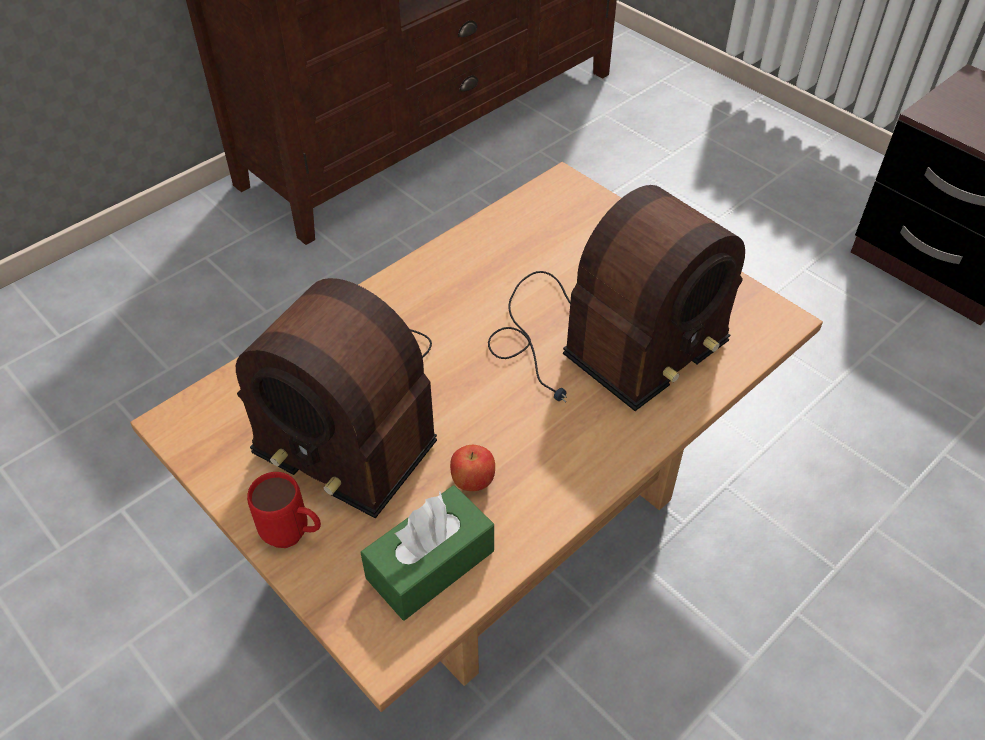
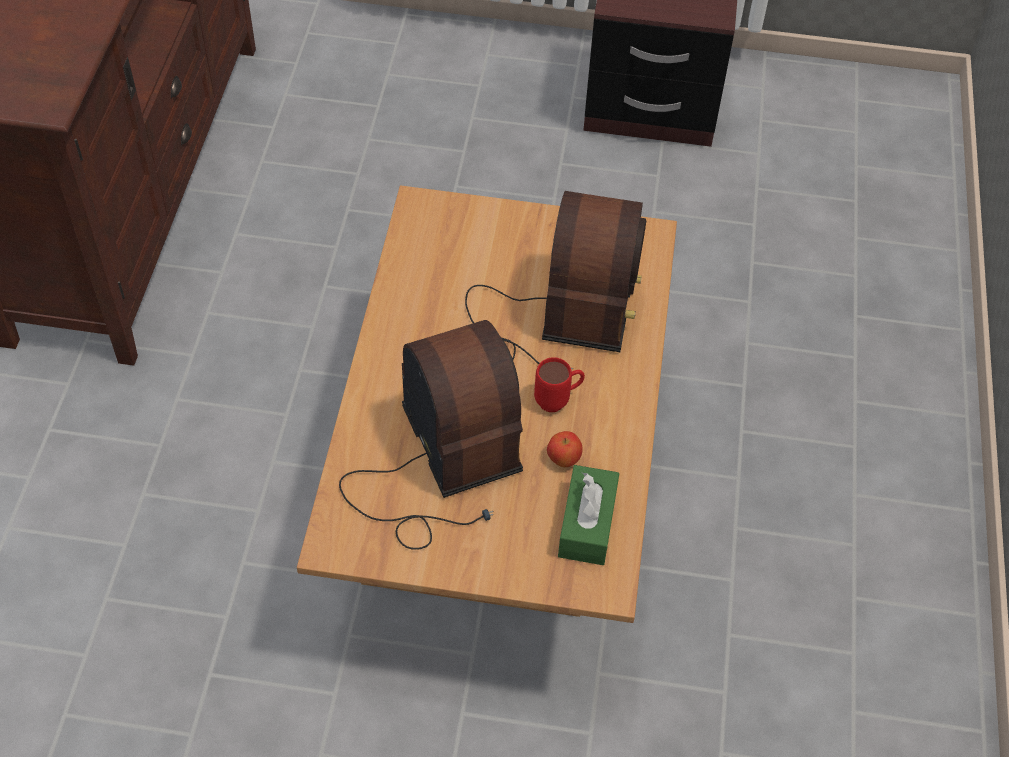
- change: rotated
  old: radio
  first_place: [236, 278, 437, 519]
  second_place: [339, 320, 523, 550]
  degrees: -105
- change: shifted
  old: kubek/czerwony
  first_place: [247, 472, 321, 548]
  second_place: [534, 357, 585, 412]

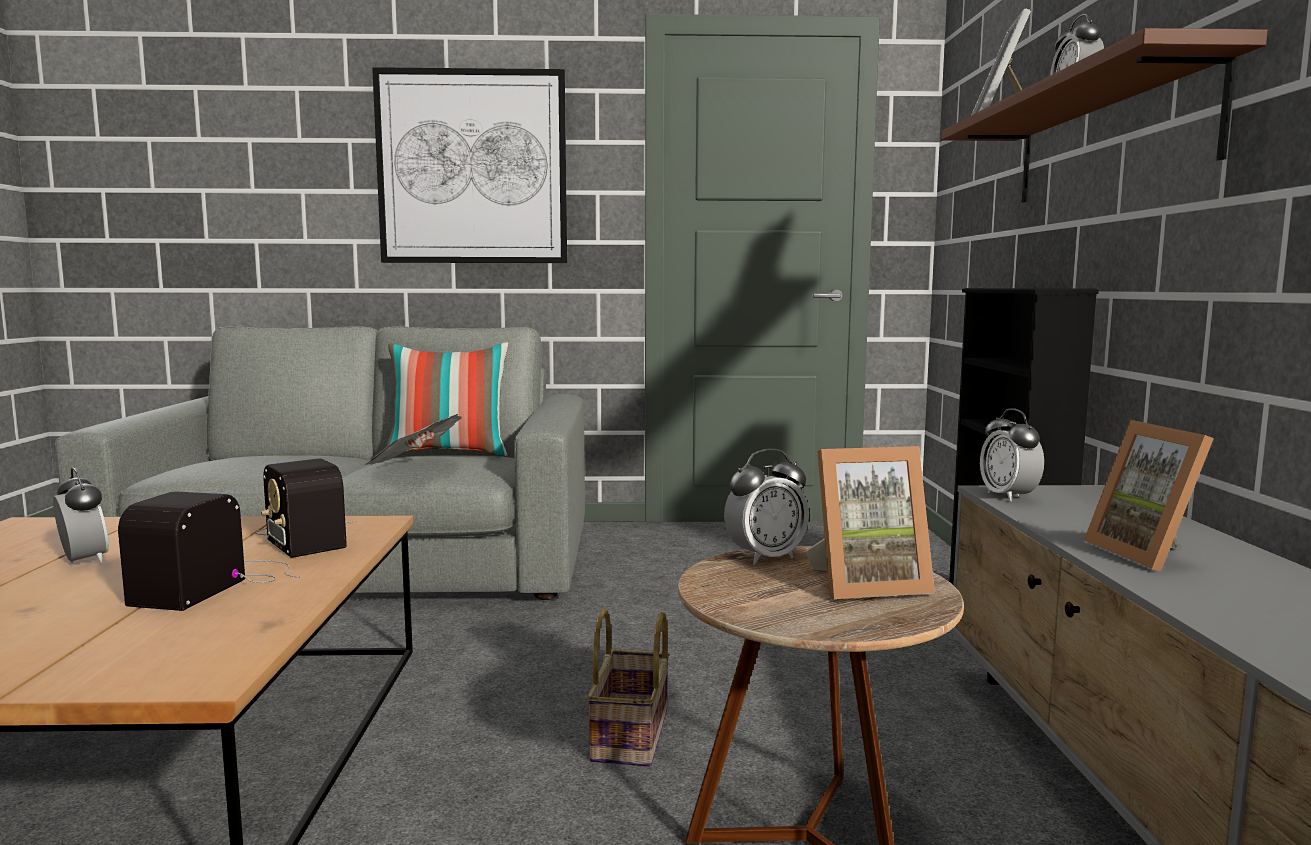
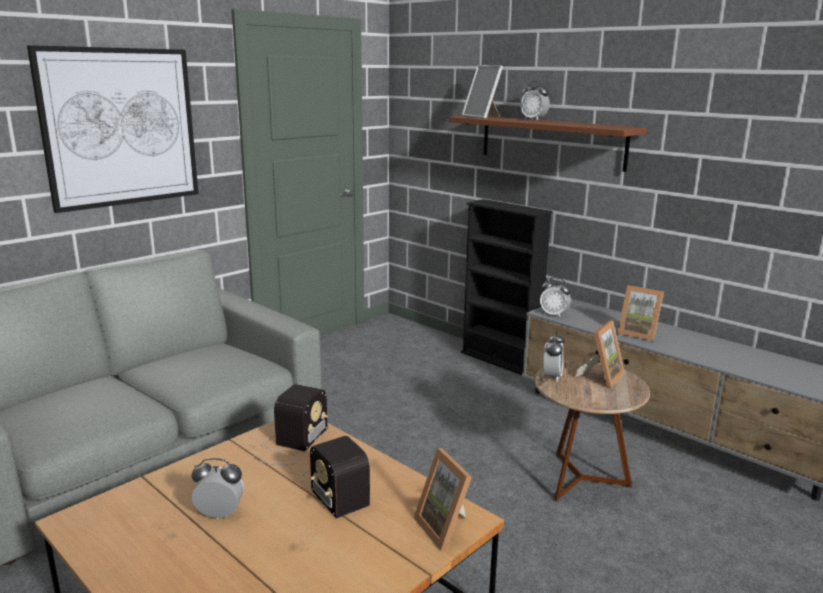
- change: gone
  old: poduszka
  first_place: [386, 342, 508, 456]
- change: gone
  old: gazeta
  first_place: [366, 414, 462, 465]
- change: rotated
  old: radio
  first_place: [256, 458, 356, 558]
  second_place: [248, 384, 328, 465]
  degrees: -75
- change: gone
  old: koszyk
  first_place: [587, 609, 669, 767]
- change: new
  new: ramka na zdjęcie
  second_place: [414, 448, 472, 551]

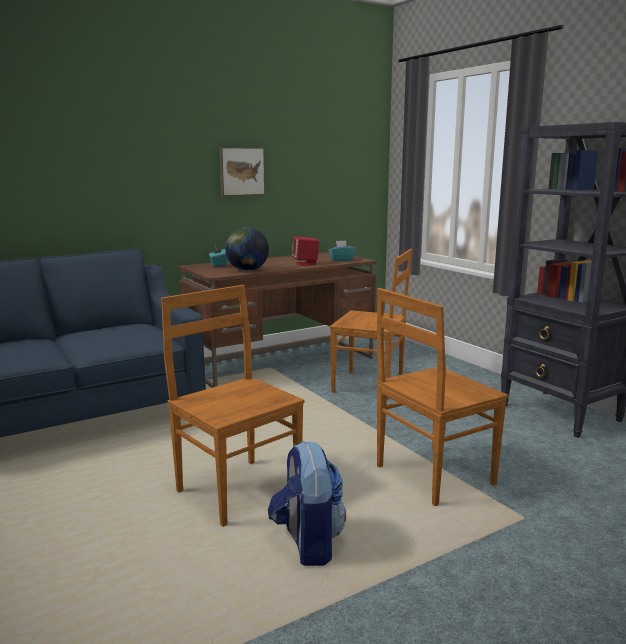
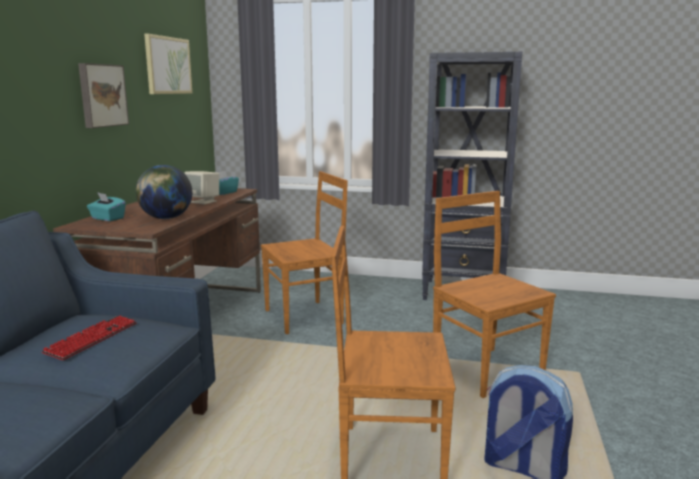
- change: repainted
  old: głośnik/czerwony
  new: głośnik/beżowy
  first_place: [292, 236, 319, 266]
  second_place: [184, 171, 219, 205]
- change: rotated
  old: krzesło/brązowy
  first_place: [377, 288, 508, 506]
  second_place: [433, 191, 556, 398]
  degrees: 135
- change: new
  new: obraz
  second_place: [144, 34, 192, 94]
- change: new
  new: klawiatura
  second_place: [42, 316, 137, 360]

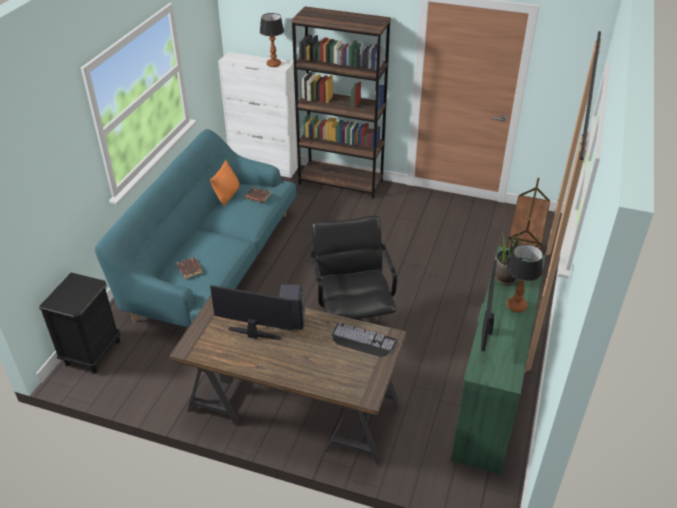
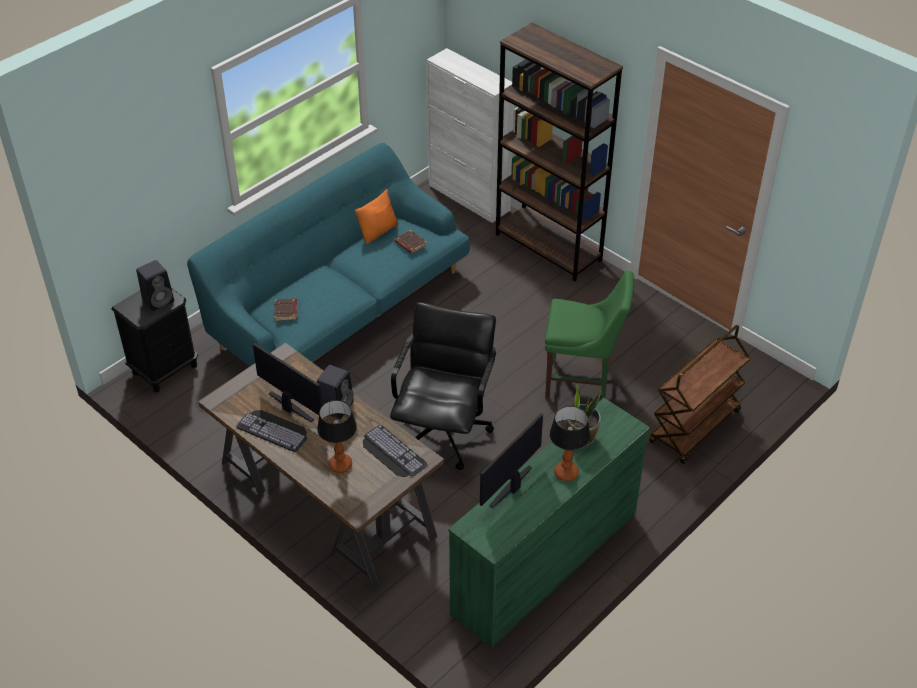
- change: shifted
  old: lampa stołowa
  first_place: [260, 13, 284, 67]
  second_place: [317, 400, 357, 473]
- change: new
  new: głośnik/czarny
  second_place: [136, 260, 174, 311]
- change: new
  new: krzesło/zielony
  second_place: [545, 271, 634, 399]
- change: new
  new: klawiatura
  second_place: [236, 410, 307, 452]

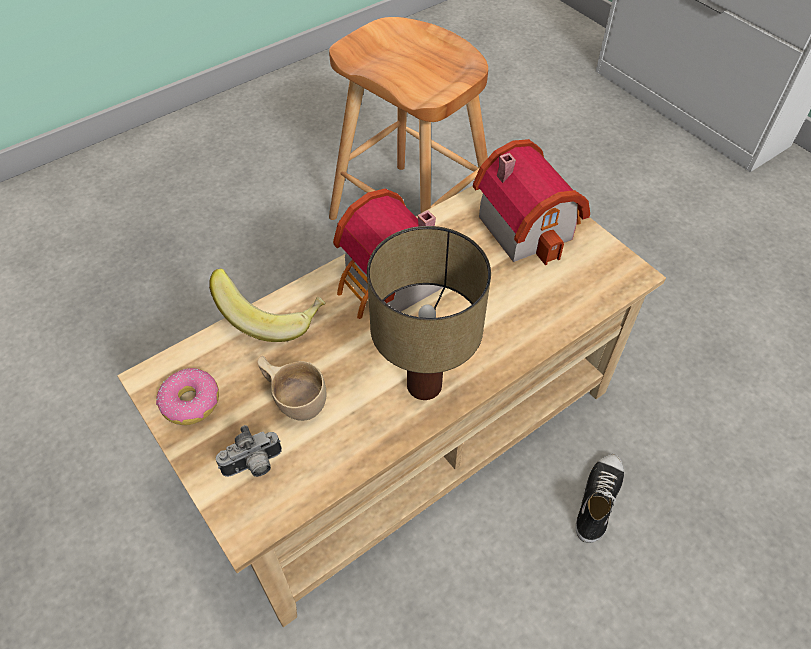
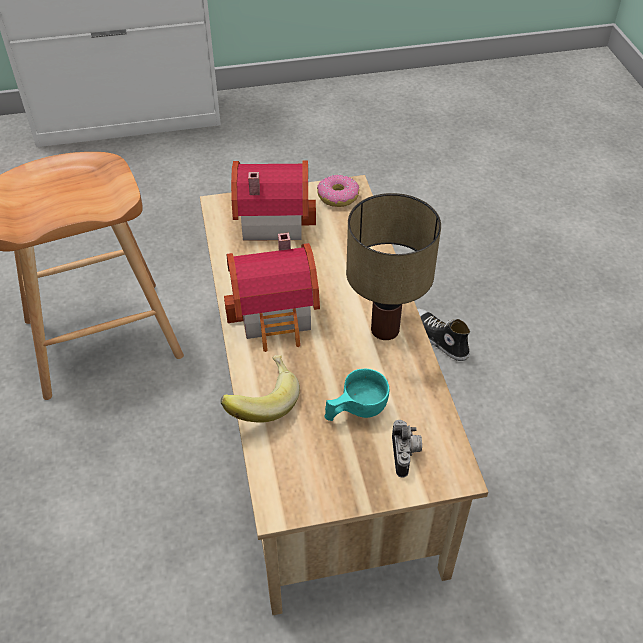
- change: repainted
  old: filiżanka/beżowy
  new: filiżanka/turkusowy
  first_place: [257, 356, 327, 421]
  second_place: [324, 369, 389, 421]
- change: shifted
  old: donut
  first_place: [156, 368, 219, 425]
  second_place: [317, 175, 359, 207]

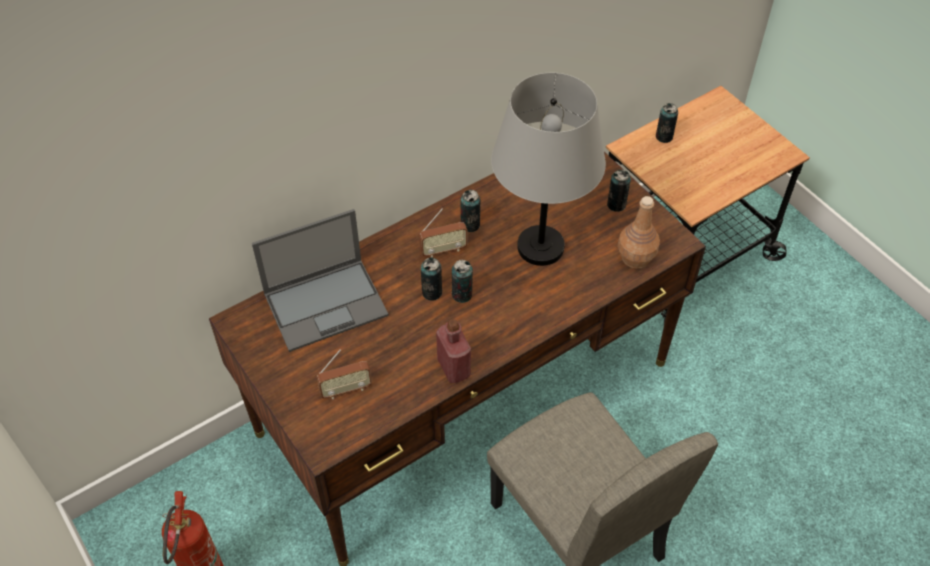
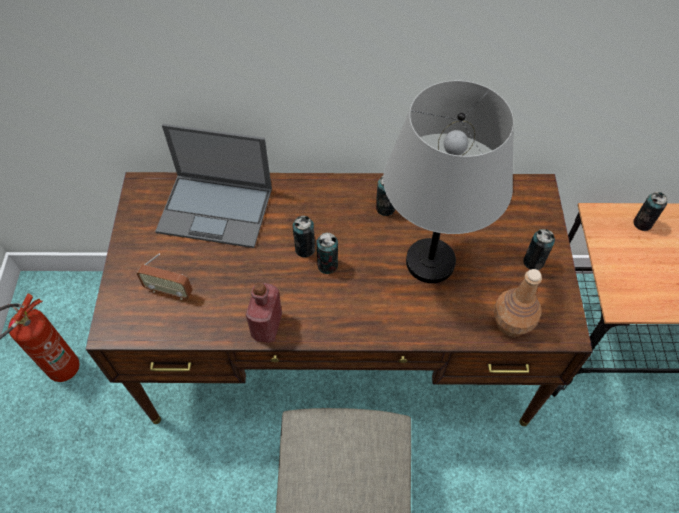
- change: gone
  old: radio
  first_place: [419, 208, 468, 258]

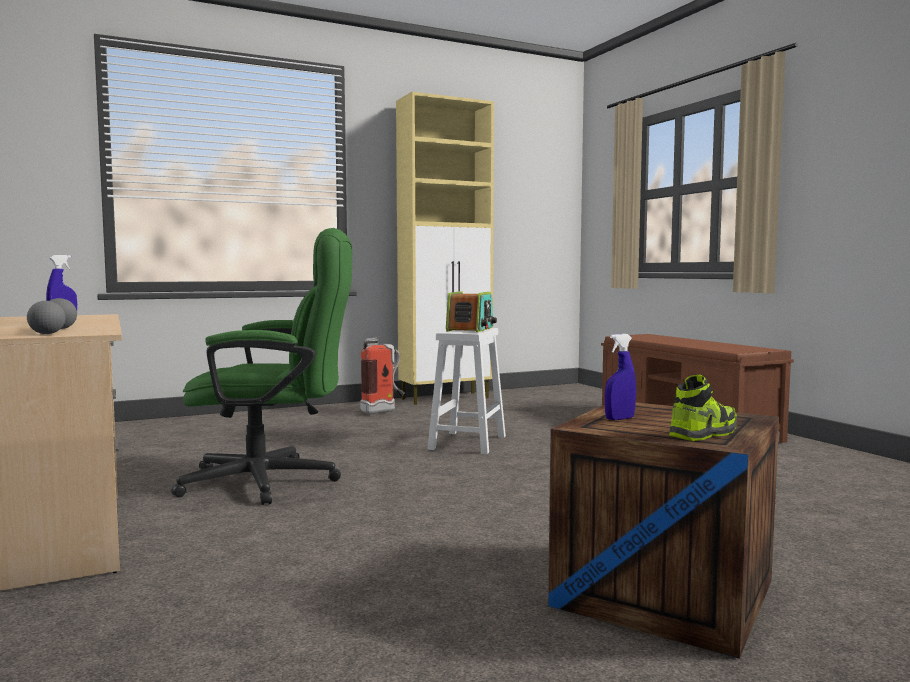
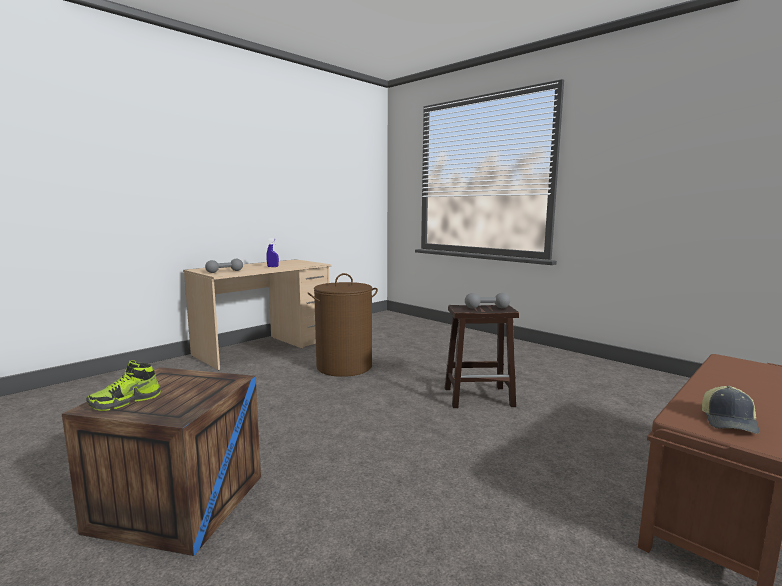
- change: gone
  old: szafka/beżowy
  first_place: [396, 92, 494, 405]
- change: swapped
  old: krzesło biurowe/zielony
  new: kosz na pranie/brązowy
  first_place: [171, 228, 352, 505]
  second_place: [308, 273, 378, 377]
- change: swapped
  old: radio
  new: hantel/szary
  first_place: [446, 291, 497, 332]
  second_place: [465, 293, 510, 309]
- change: repainted
  old: stołek/biały
  new: stołek/brązowy
  first_place: [428, 328, 506, 454]
  second_place: [445, 305, 519, 408]
- change: gone
  old: spryskiwacz/niebieski
  first_place: [605, 334, 636, 420]
- change: gone
  old: gaśnica
  first_place: [360, 336, 405, 414]
- change: rotated
  old: but
  first_place: [669, 375, 737, 441]
  second_place: [86, 360, 161, 411]
  degrees: 105
- change: new
  new: czapka z daszkiem
  second_place: [702, 386, 759, 434]

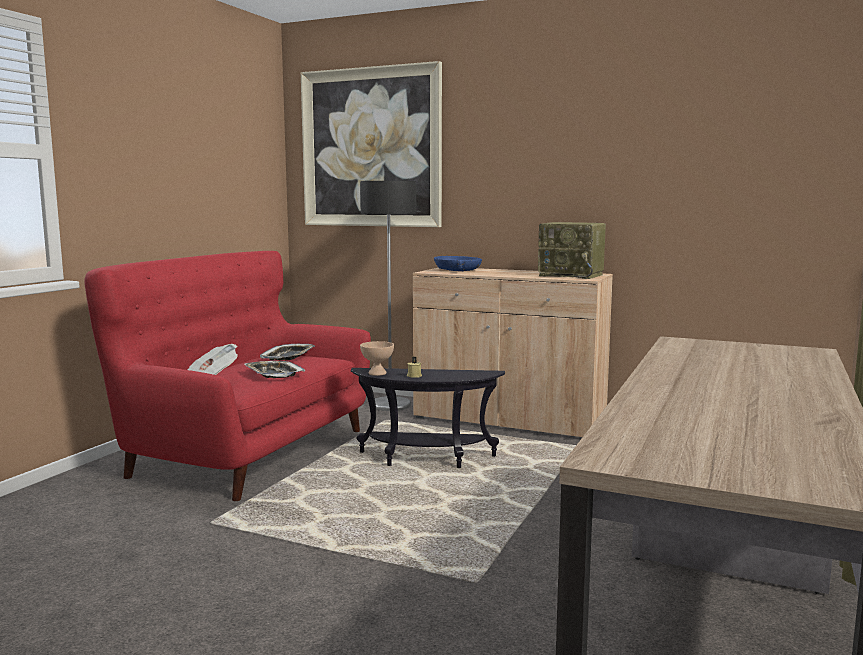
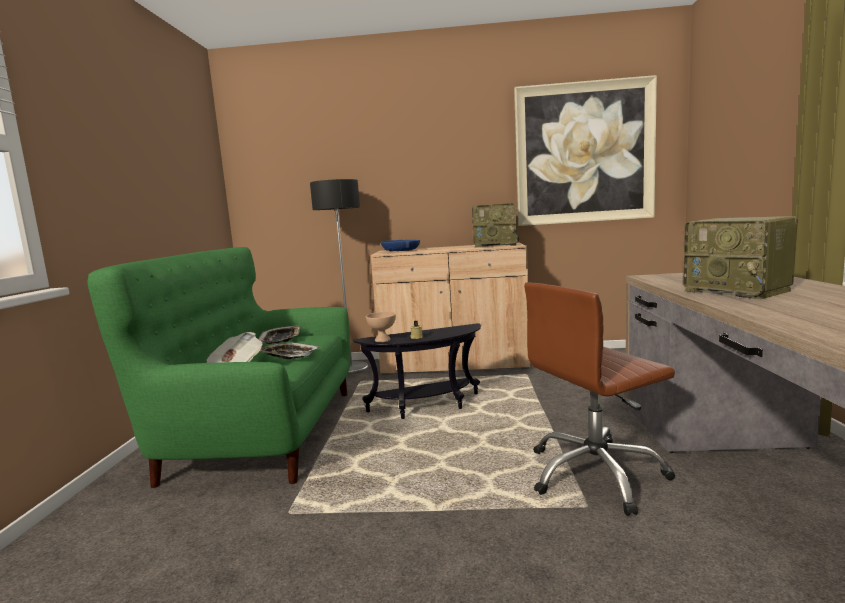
- change: shifted
  old: obraz
  first_place: [301, 61, 442, 227]
  second_place: [514, 75, 657, 226]
- change: repainted
  old: kanapa/czerwony
  new: kanapa/zielony
  first_place: [84, 251, 371, 501]
  second_place: [87, 247, 350, 488]
- change: new
  new: radio
  second_place: [683, 216, 798, 300]
- change: new
  new: krzesło biurowe/brązowy
  second_place: [524, 282, 675, 516]

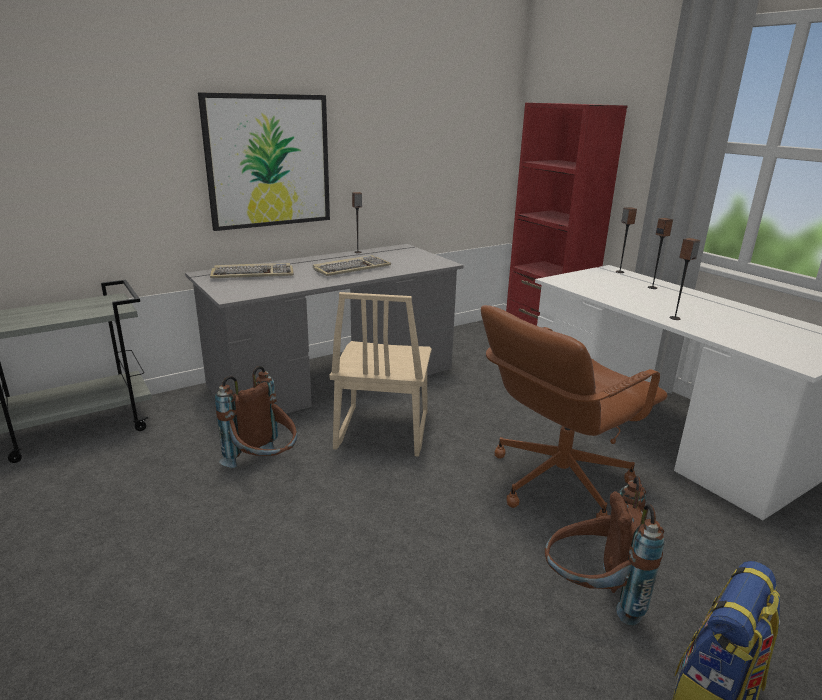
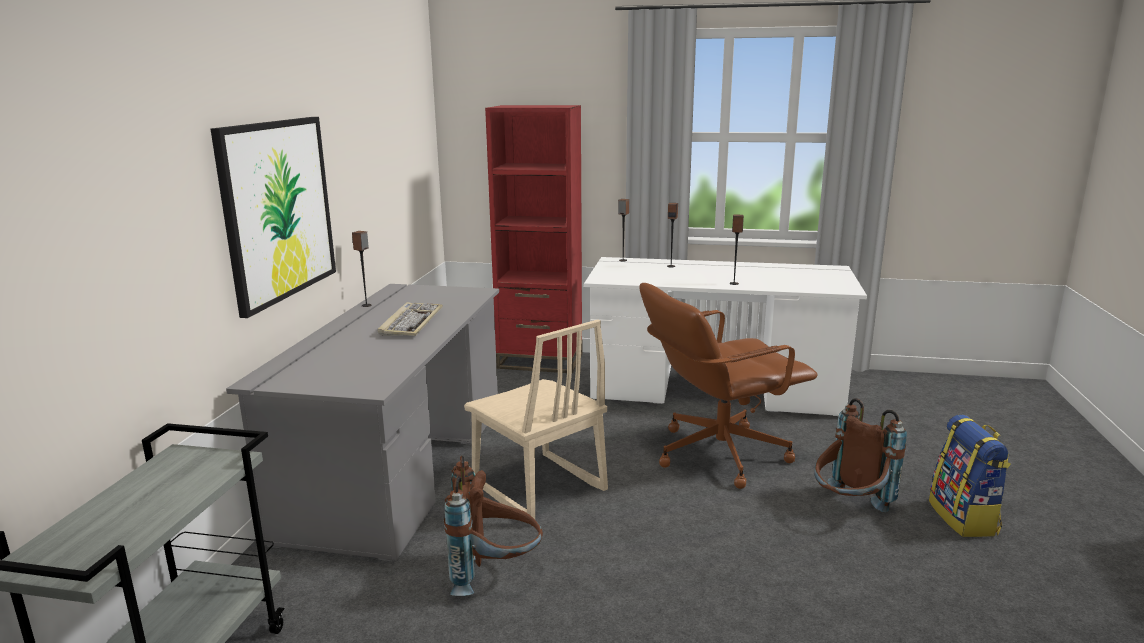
- change: gone
  old: klawiatura
  first_place: [210, 263, 294, 278]
- change: rotated
  old: krzesło biurowe/brązowy
  first_place: [481, 305, 668, 518]
  second_place: [640, 283, 817, 489]
  degrees: 60

